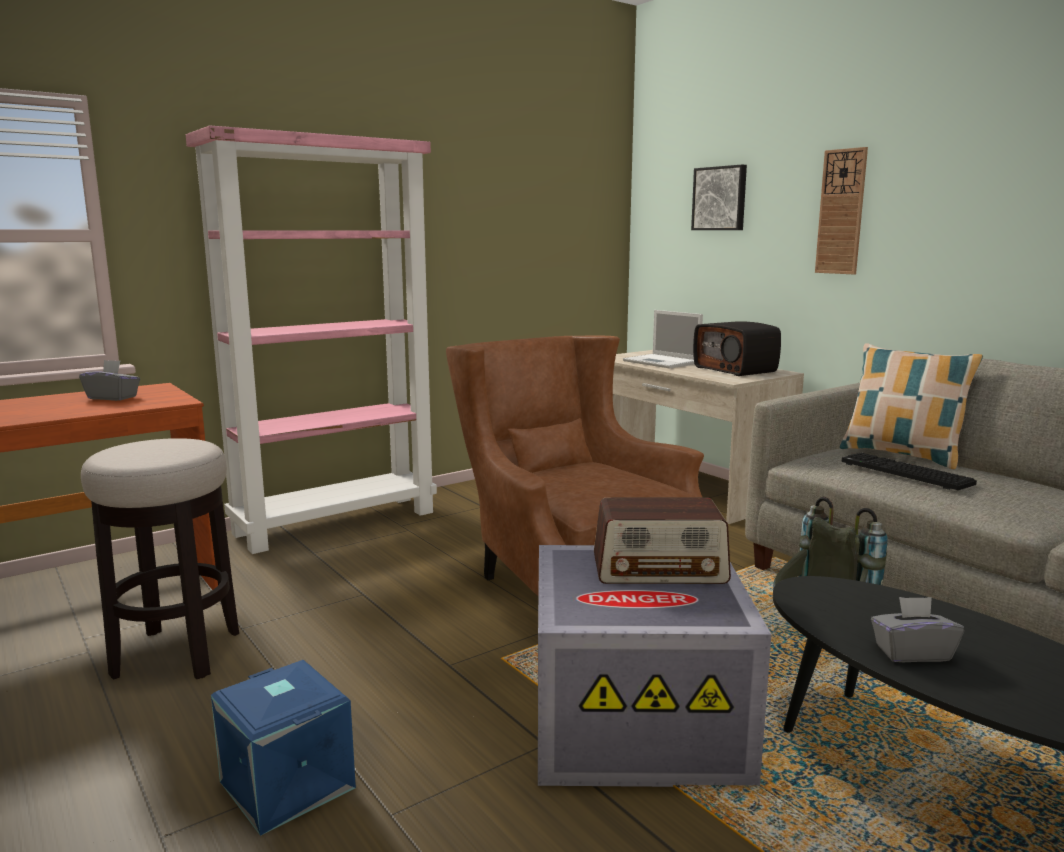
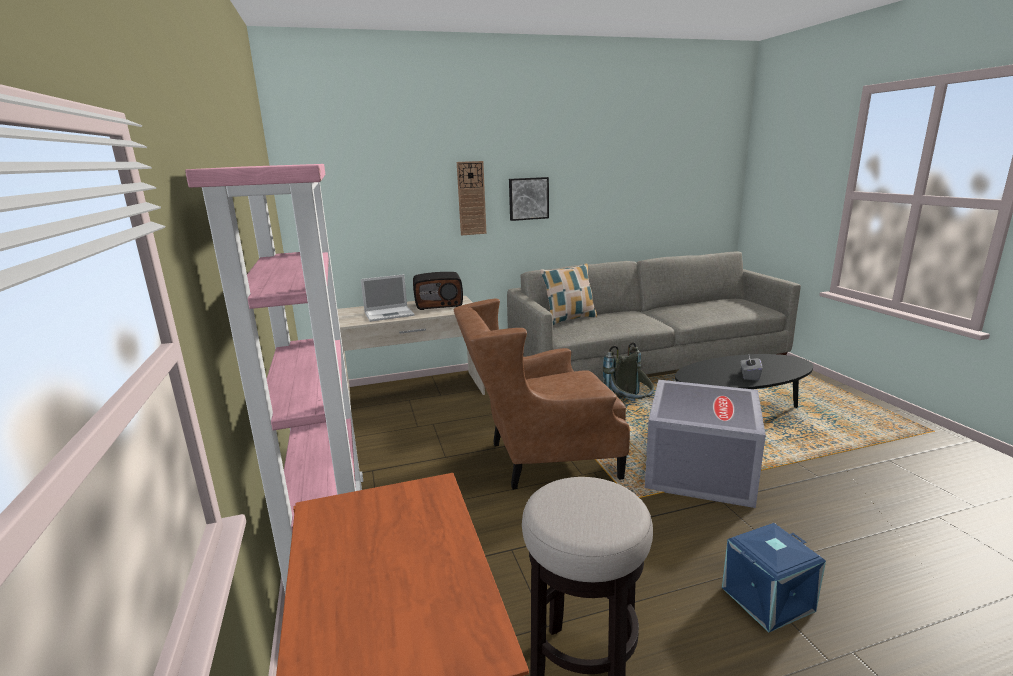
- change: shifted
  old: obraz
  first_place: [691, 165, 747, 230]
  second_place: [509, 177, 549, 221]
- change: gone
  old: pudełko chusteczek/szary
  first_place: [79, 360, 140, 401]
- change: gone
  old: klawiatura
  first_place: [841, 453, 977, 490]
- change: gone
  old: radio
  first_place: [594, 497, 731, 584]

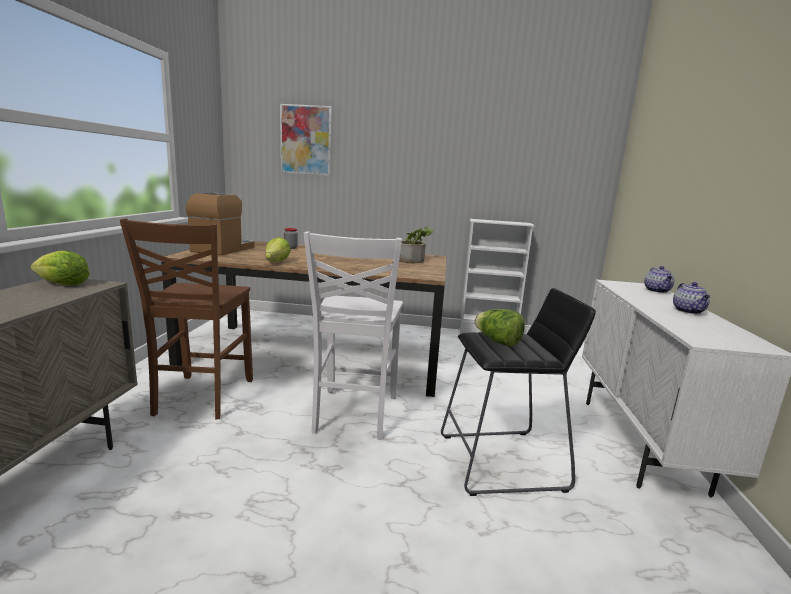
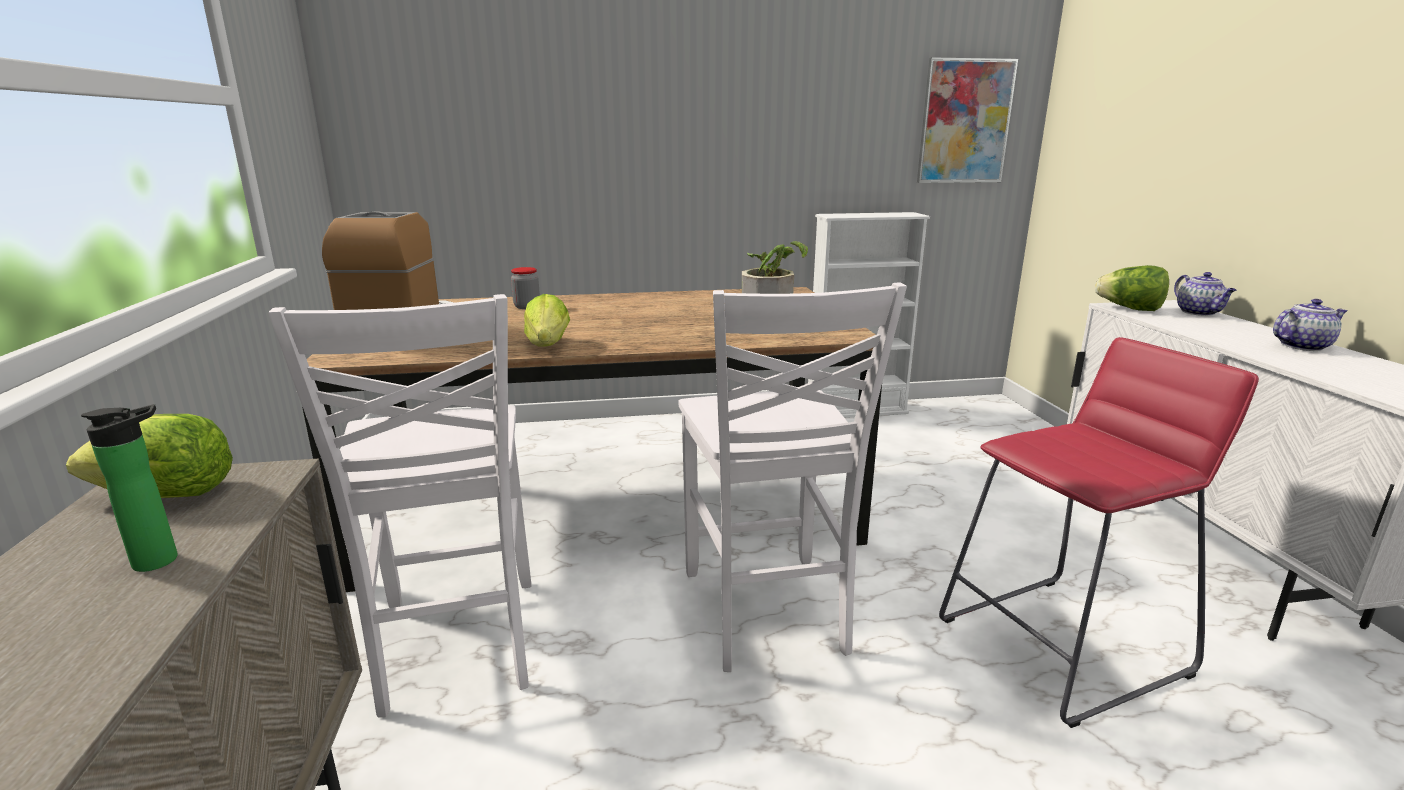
- change: shifted
  old: obraz
  first_place: [280, 104, 331, 176]
  second_place: [917, 57, 1018, 183]
- change: repainted
  old: krzesło/brązowy
  new: krzesło/biały
  first_place: [120, 218, 253, 419]
  second_place: [268, 294, 531, 717]
- change: rotated
  old: imbryk
  first_place: [673, 282, 710, 314]
  second_place: [1273, 299, 1348, 351]
  degrees: -90
- change: repainted
  old: stołek/czarny
  new: stołek/czerwony
  first_place: [441, 288, 596, 496]
  second_place: [939, 337, 1259, 728]
- change: shifted
  old: sałata
  first_place: [475, 309, 525, 347]
  second_place: [1095, 265, 1169, 311]
- change: new
  new: butelka
  second_place: [81, 404, 178, 572]

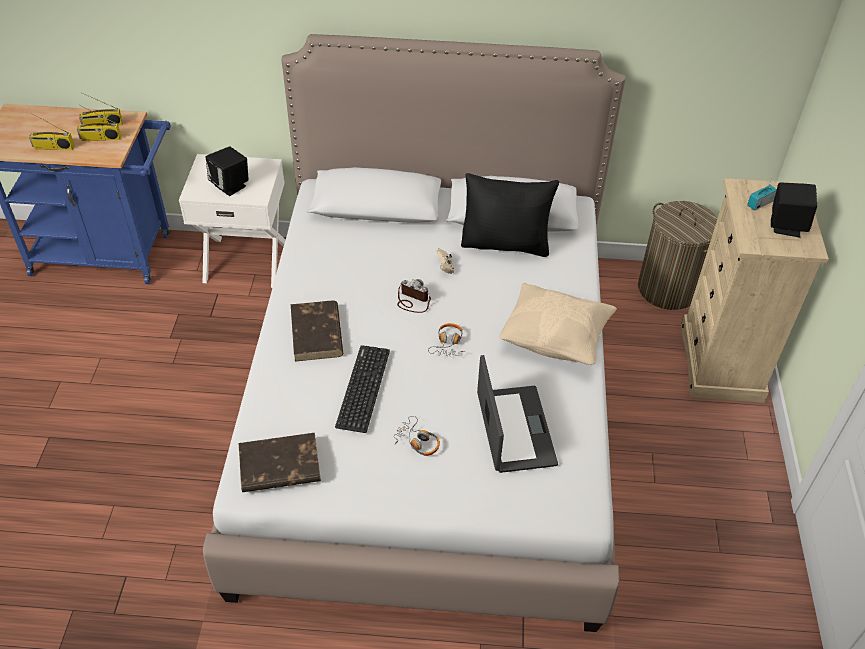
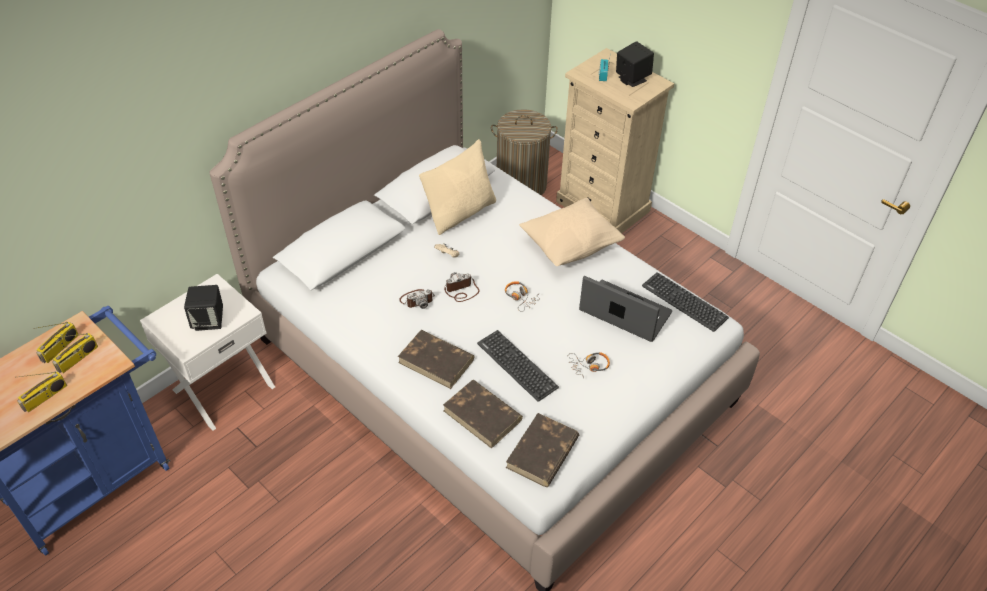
- change: repainted
  old: poduszka/czarny
  new: poduszka/beżowy
  first_place: [461, 173, 559, 257]
  second_place: [419, 139, 496, 235]
- change: new
  new: klawiatura
  second_place: [642, 272, 729, 332]
- change: new
  new: aparat fotograficzny
  second_place: [399, 289, 435, 309]
- change: new
  new: książka/brązowy
  second_place: [443, 380, 523, 449]

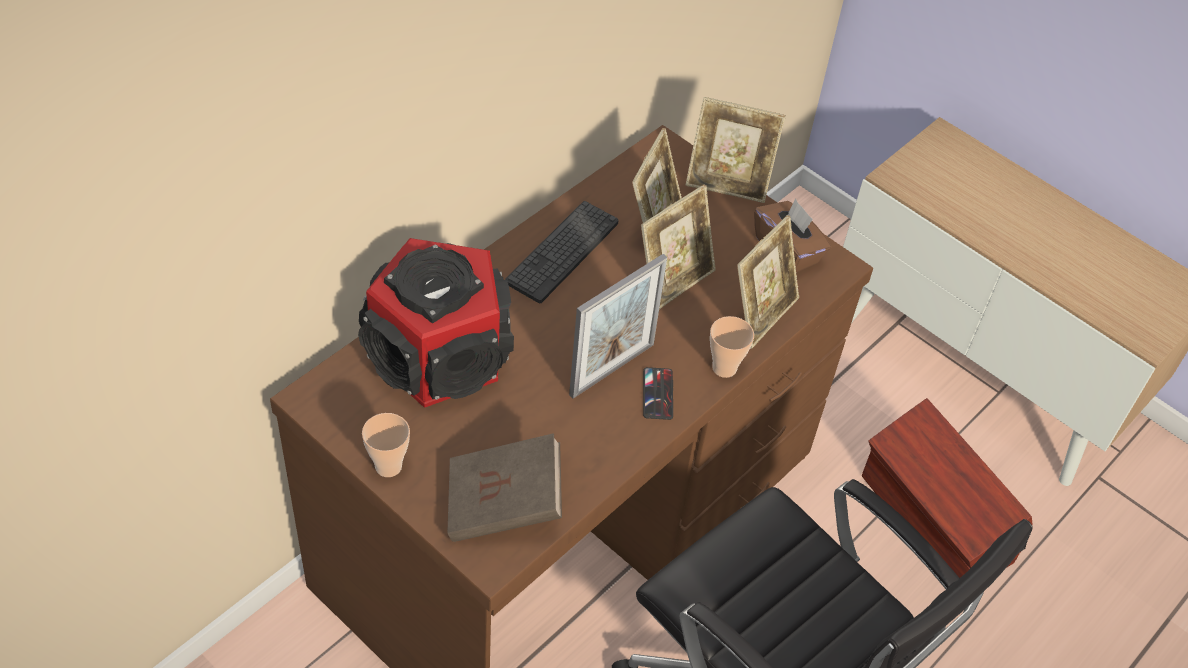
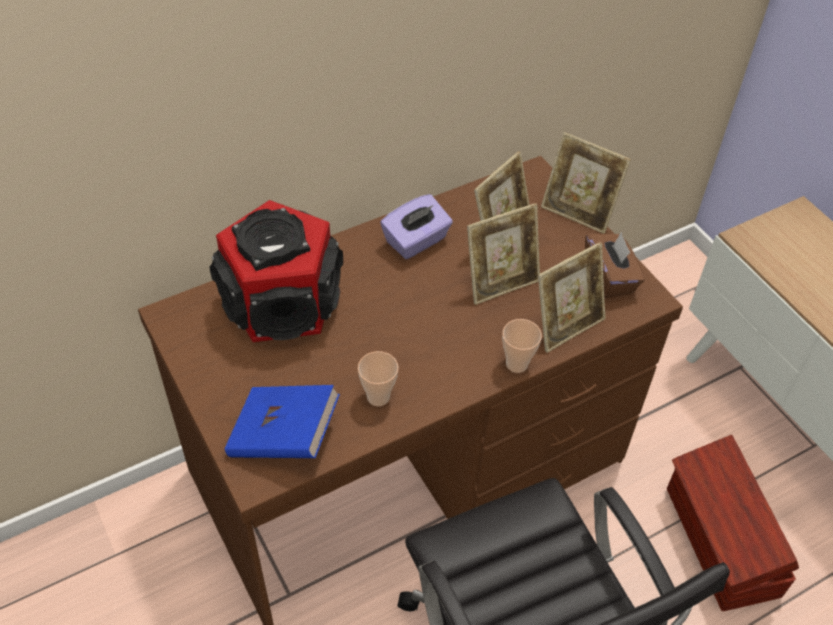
- change: swapped
  old: klawiatura
  new: pudełko chusteczek/fioletowy
  first_place: [505, 201, 619, 303]
  second_place: [380, 194, 453, 259]
- change: gone
  old: ramka na zdjęcie
  first_place: [569, 254, 667, 399]
- change: gone
  old: telefon
  first_place: [643, 367, 673, 420]
- change: shifted
  old: filiżanka
  first_place: [362, 413, 410, 477]
  second_place: [358, 351, 398, 406]
- change: repainted
  old: książka/brązowy
  new: książka/niebieski
  first_place: [447, 433, 562, 542]
  second_place: [225, 385, 340, 458]

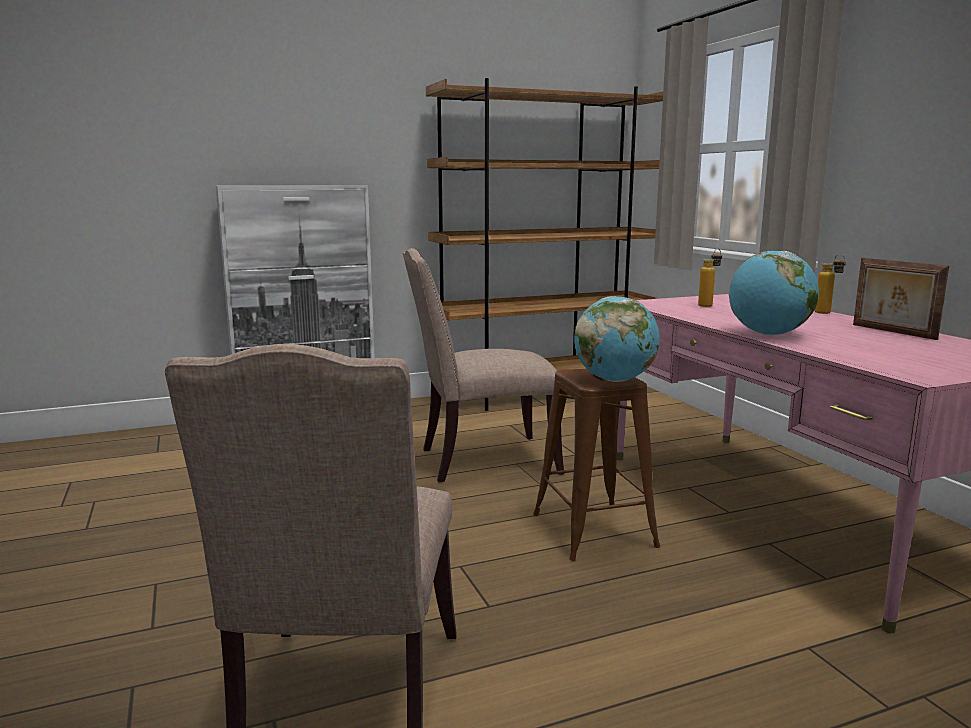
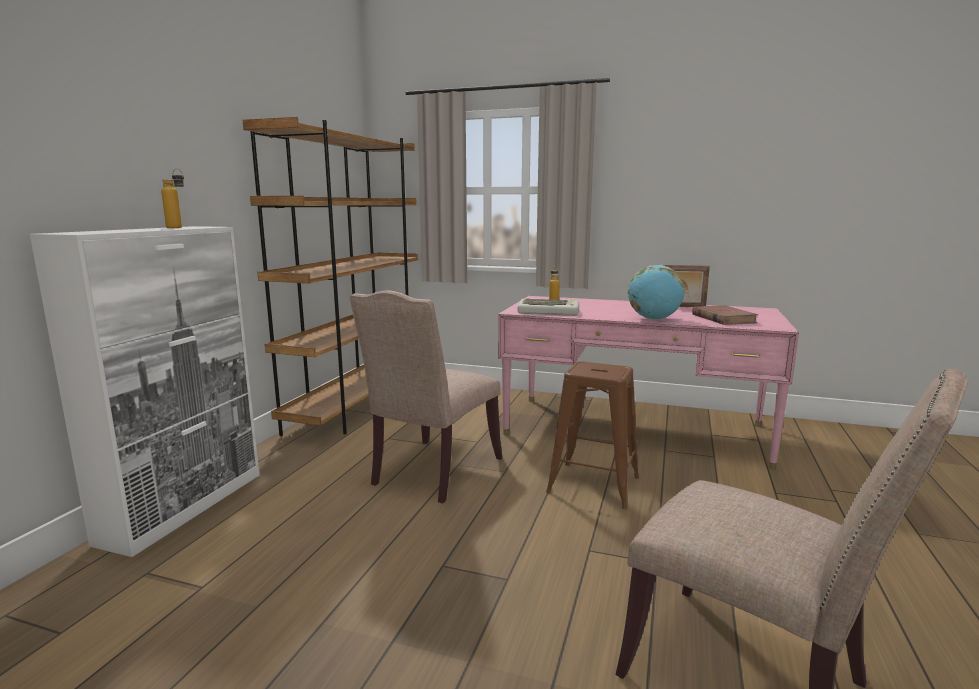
- change: shifted
  old: butelka
  first_place: [815, 254, 846, 314]
  second_place: [161, 168, 184, 228]
- change: gone
  old: globus
  first_place: [574, 296, 660, 382]
- change: new
  new: klawiatura
  second_place: [518, 299, 579, 316]
- change: new
  new: książka/brązowy
  second_place: [692, 305, 758, 325]

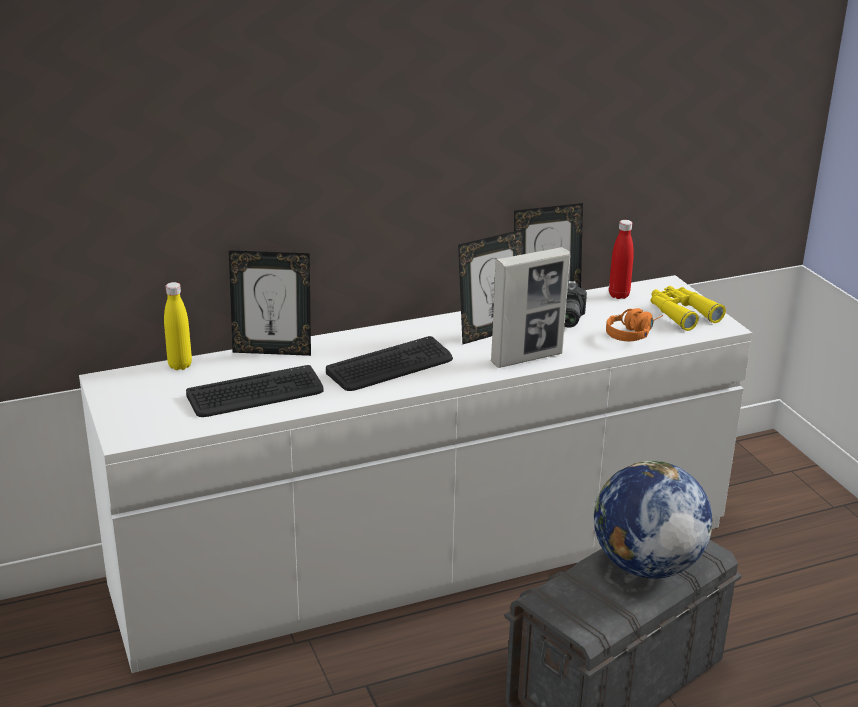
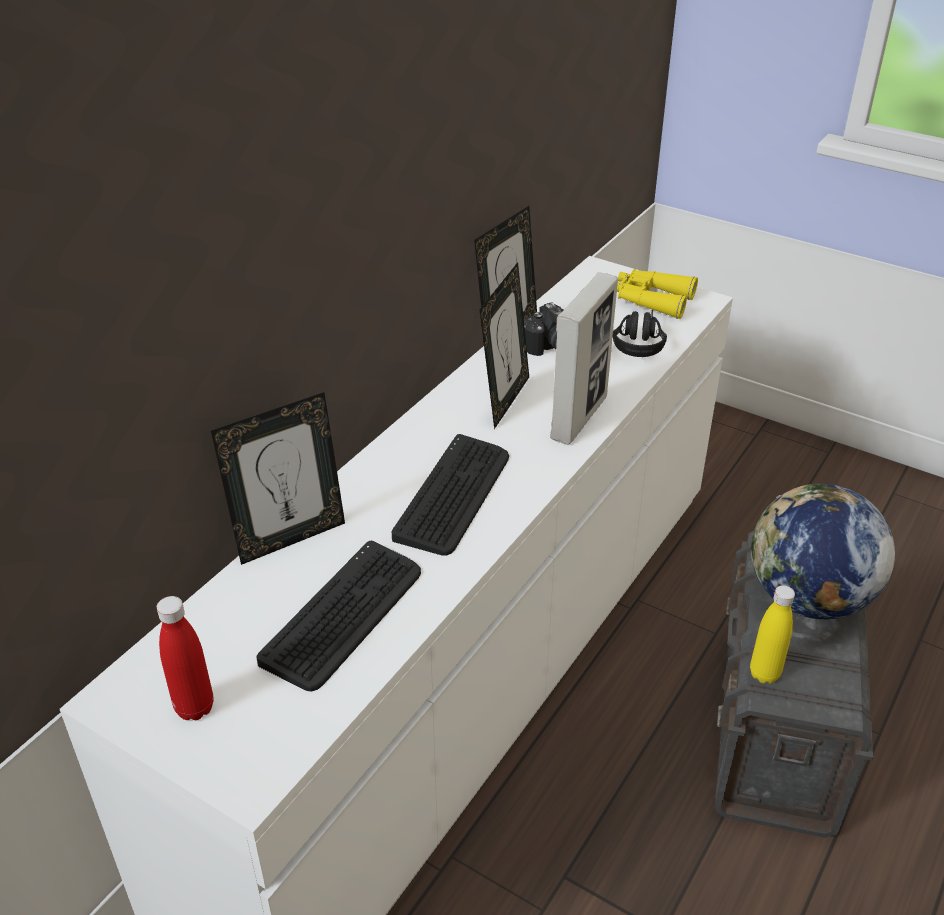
- change: shifted
  old: butelka/czerwony
  first_place: [609, 220, 634, 299]
  second_place: [157, 596, 214, 720]
- change: shifted
  old: butelka/żółty
  first_place: [164, 282, 192, 370]
  second_place: [750, 585, 795, 683]
- change: repainted
  old: słuchawki/pomarańczowy
  new: słuchawki/czarny
  first_place: [606, 308, 663, 341]
  second_place: [613, 310, 667, 357]

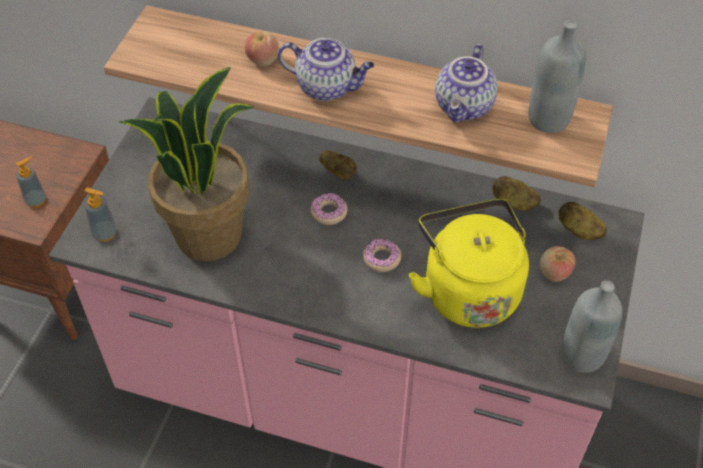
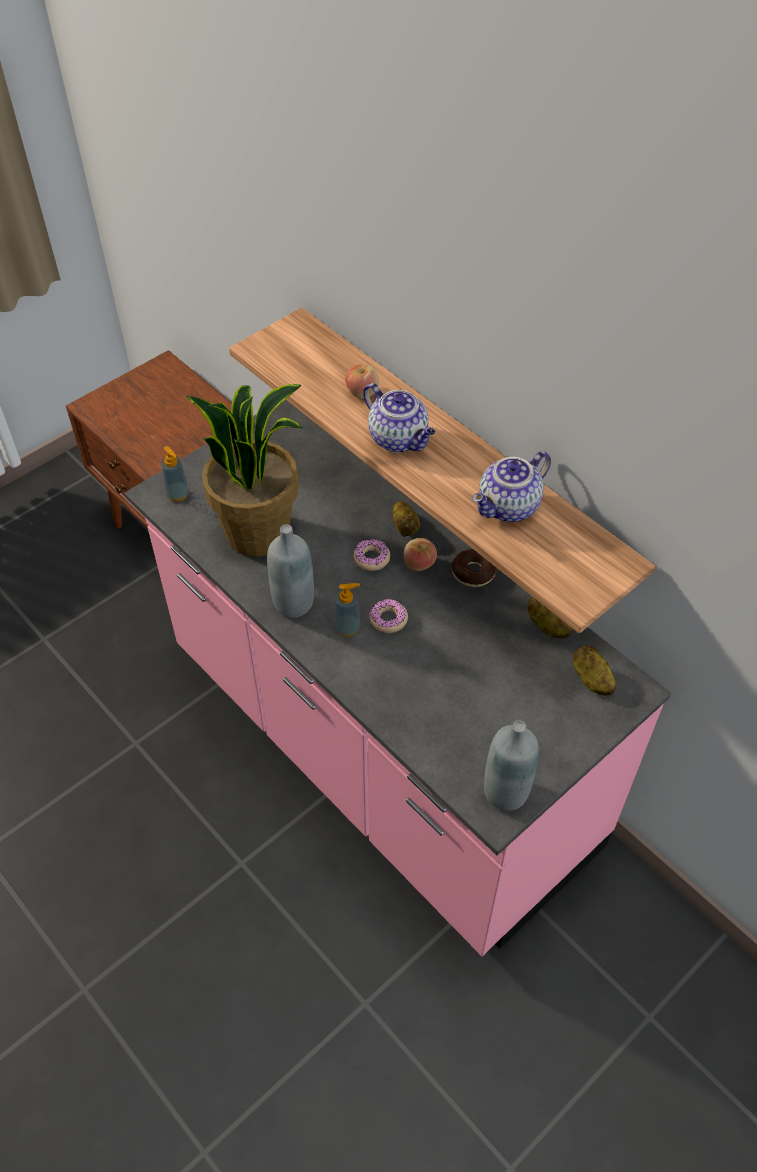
- change: shifted
  old: butelka/szary
  first_place: [529, 20, 586, 133]
  second_place: [267, 524, 314, 618]
- change: shifted
  old: dozownik mydła
  first_place: [16, 157, 46, 207]
  second_place: [334, 583, 360, 637]
- change: gone
  old: czajnik/żółty
  first_place: [409, 199, 529, 328]
- change: shifted
  old: jabłko
  first_place: [540, 246, 576, 282]
  second_place: [403, 538, 437, 571]
- change: new
  new: donut
  second_place: [452, 549, 497, 587]

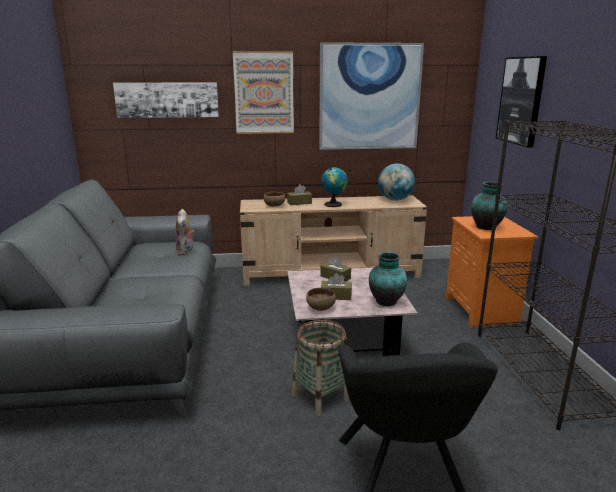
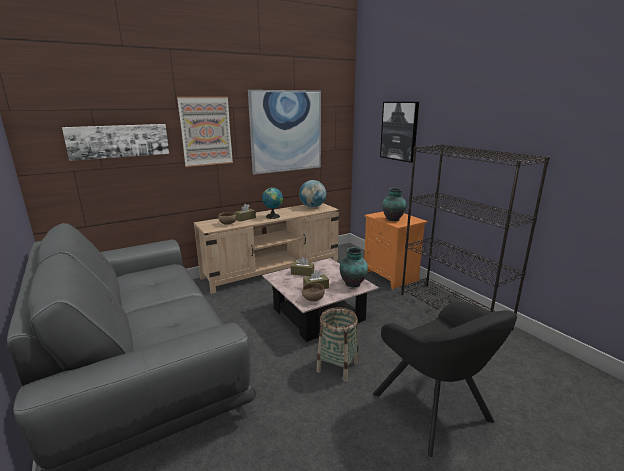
- change: gone
  old: pluszak
  first_place: [176, 209, 195, 255]

